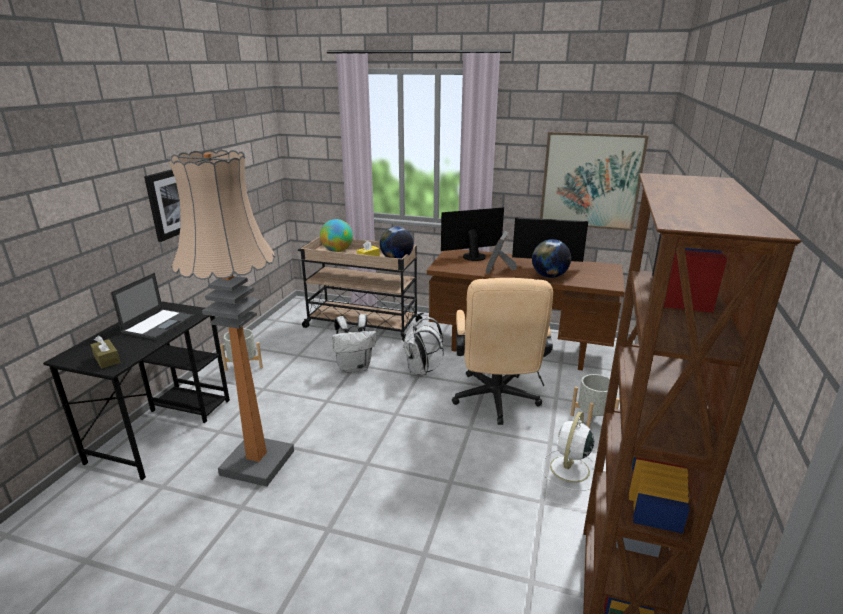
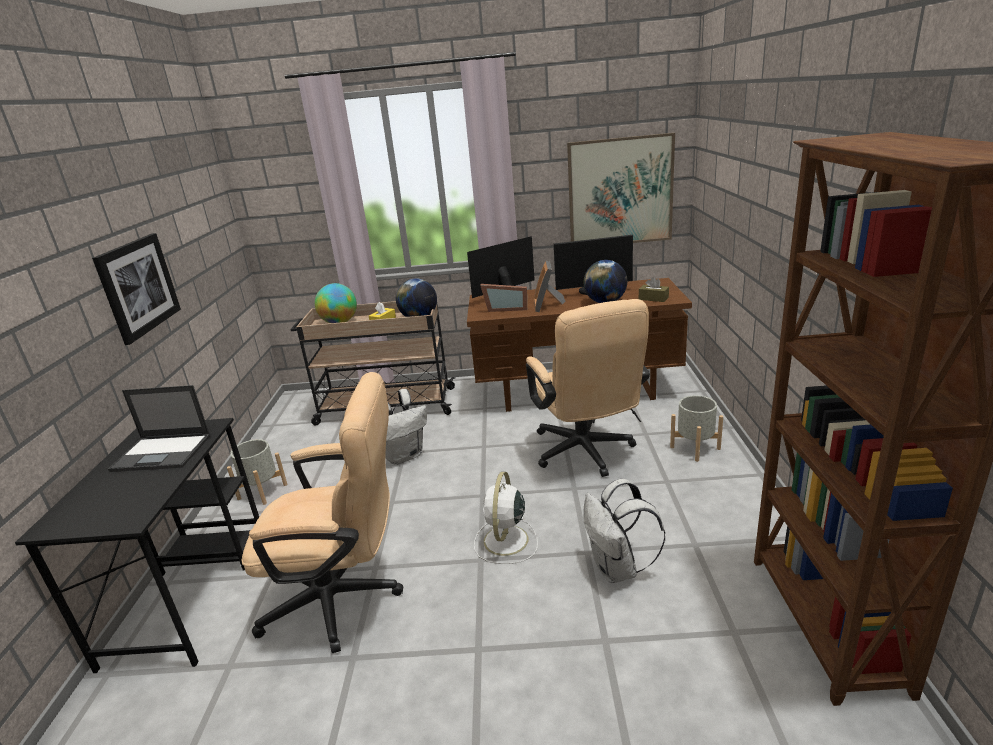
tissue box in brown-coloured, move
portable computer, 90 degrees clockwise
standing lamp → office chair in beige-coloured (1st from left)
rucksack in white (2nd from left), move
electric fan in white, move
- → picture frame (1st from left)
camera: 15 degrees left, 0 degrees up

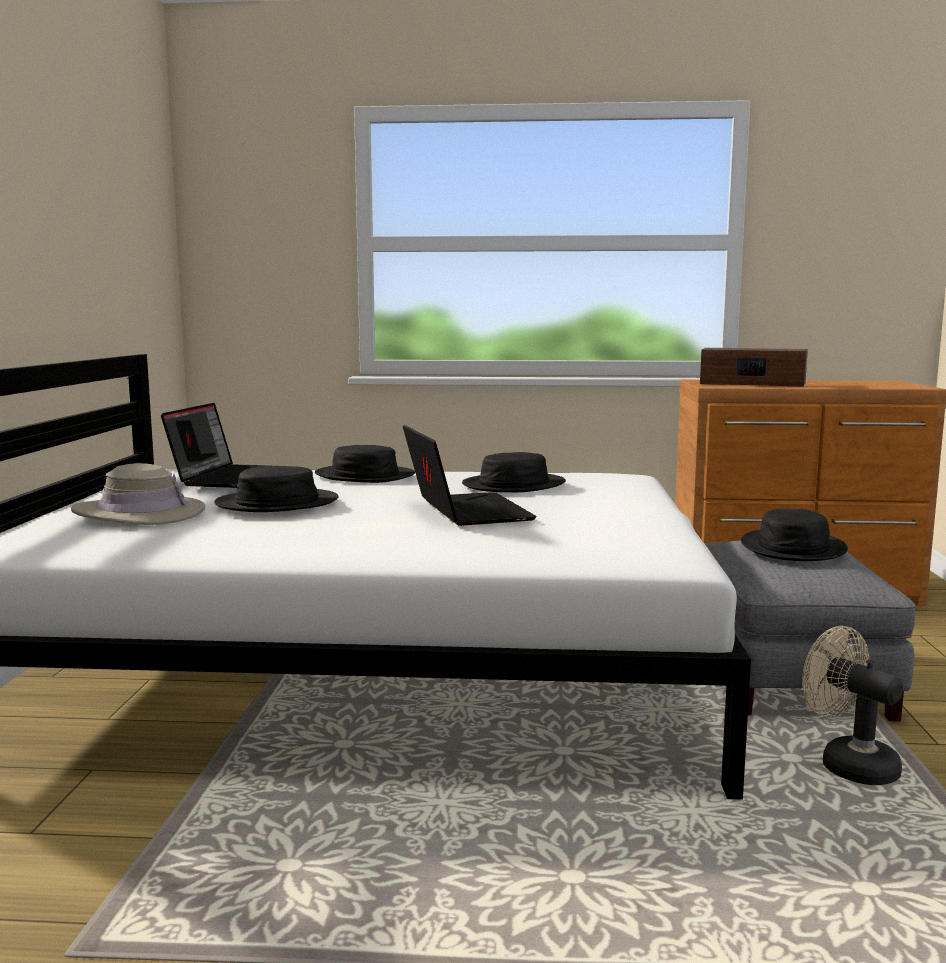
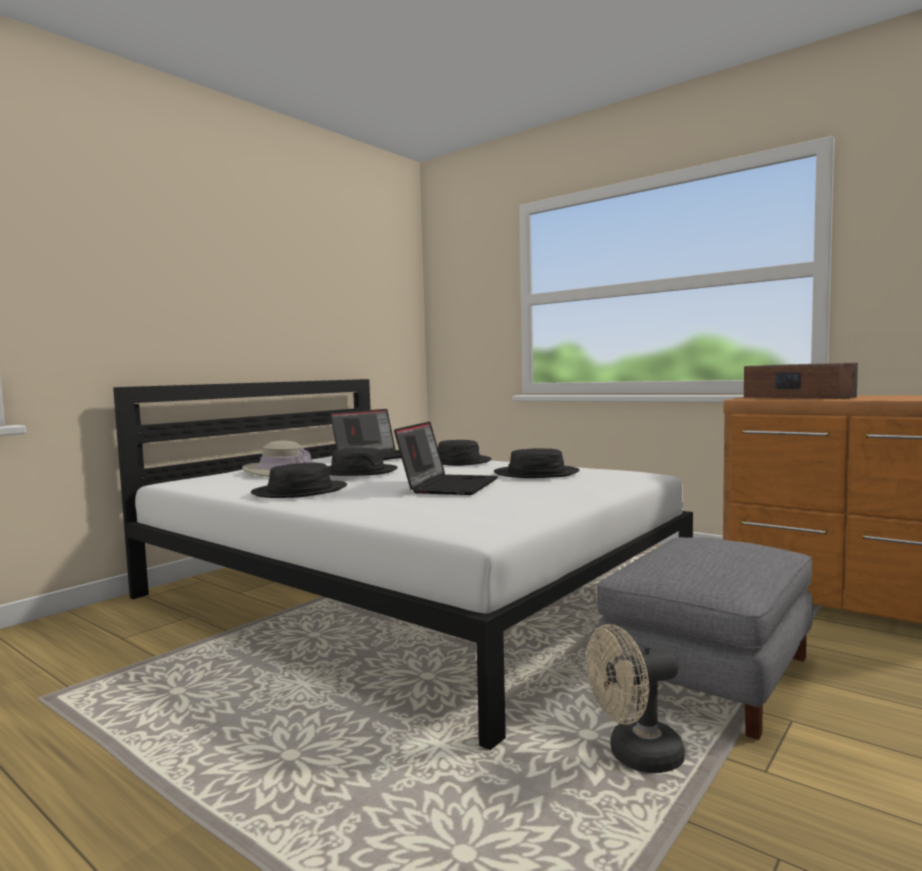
wearable hat in black-coloured (4th from left in the first image) → wearable hat in black-coloured (1st from left), move
electric fan in beige-coloured, 105 degrees counterclockwise
camera: 35 degrees right, 5 degrees down

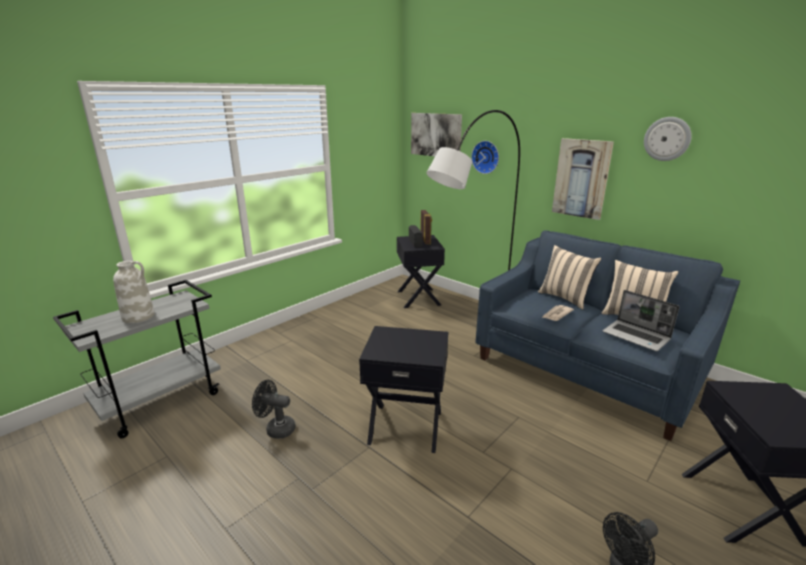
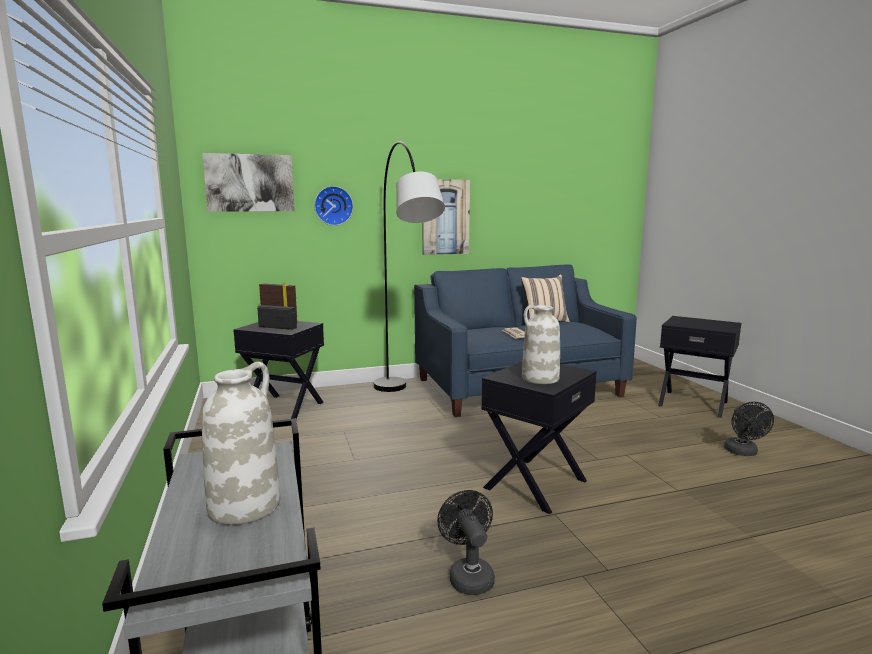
electric fan in black-coloured (1st from left), 120 degrees clockwise
cushion in beige-coloured (1st from left) → -
portable computer → -
clock on the wall (2nd from left) → -
- → flower vase in white (2nd from left)
camera: 60 degrees left, 10 degrees down

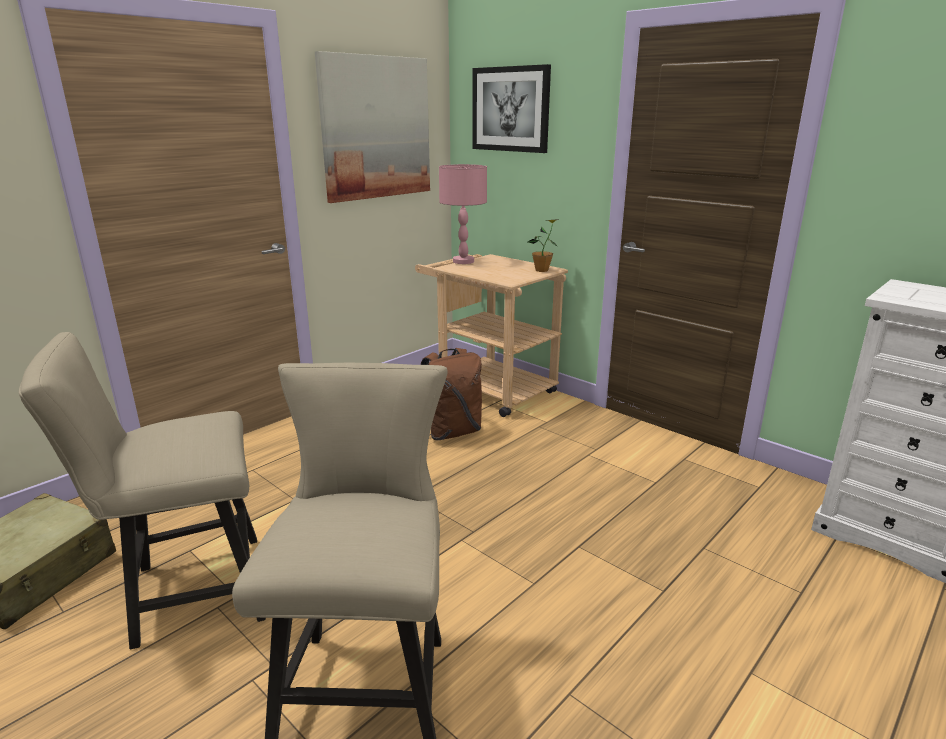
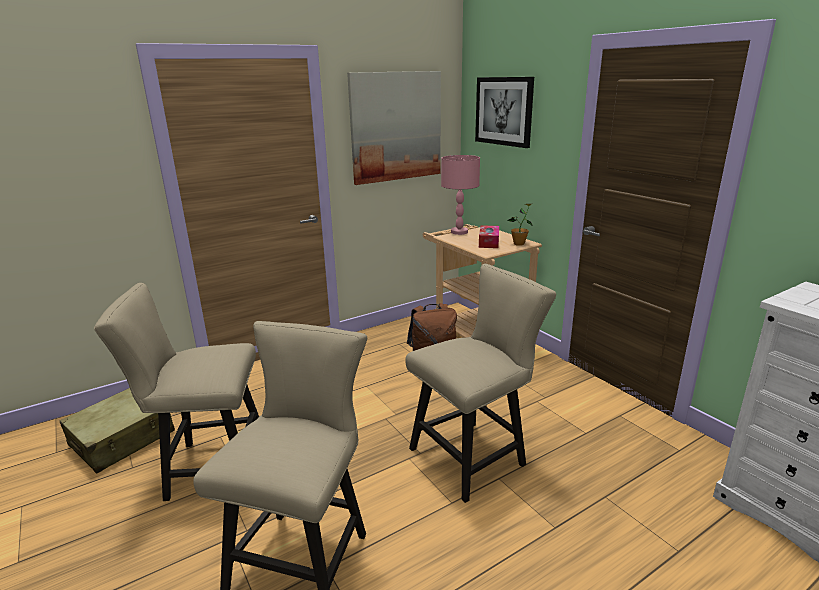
- → plain chair in beige-coloured (3rd from left)
- → tissue box
camera: 15 degrees right, 0 degrees up

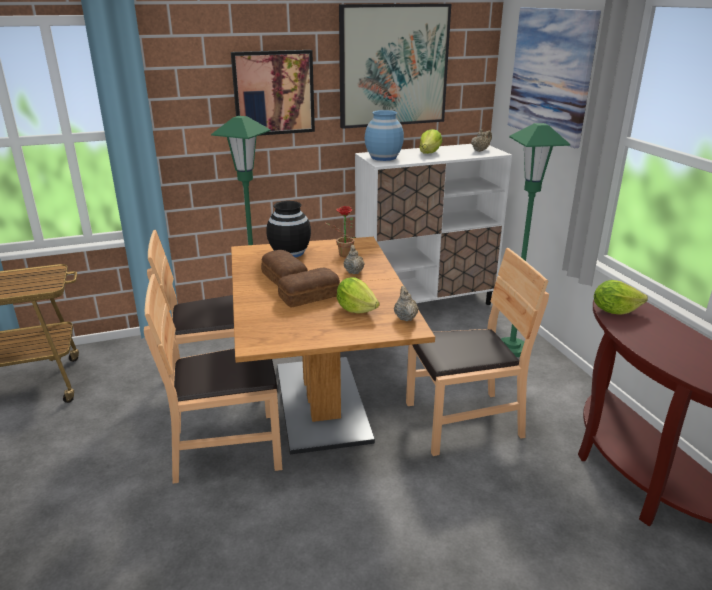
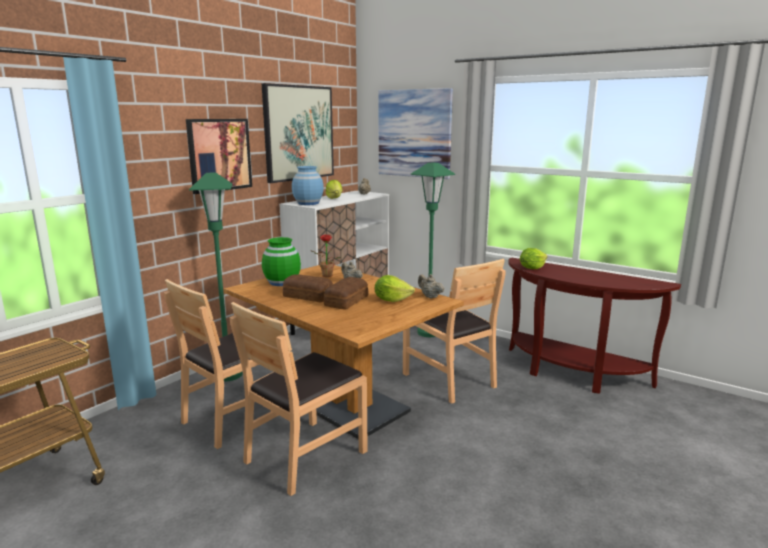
flower vase in black-coloured → flower vase in green-coloured
plain chair in brown-coloured (3rd from left), 105 degrees clockwise
camera: 35 degrees left, 10 degrees down

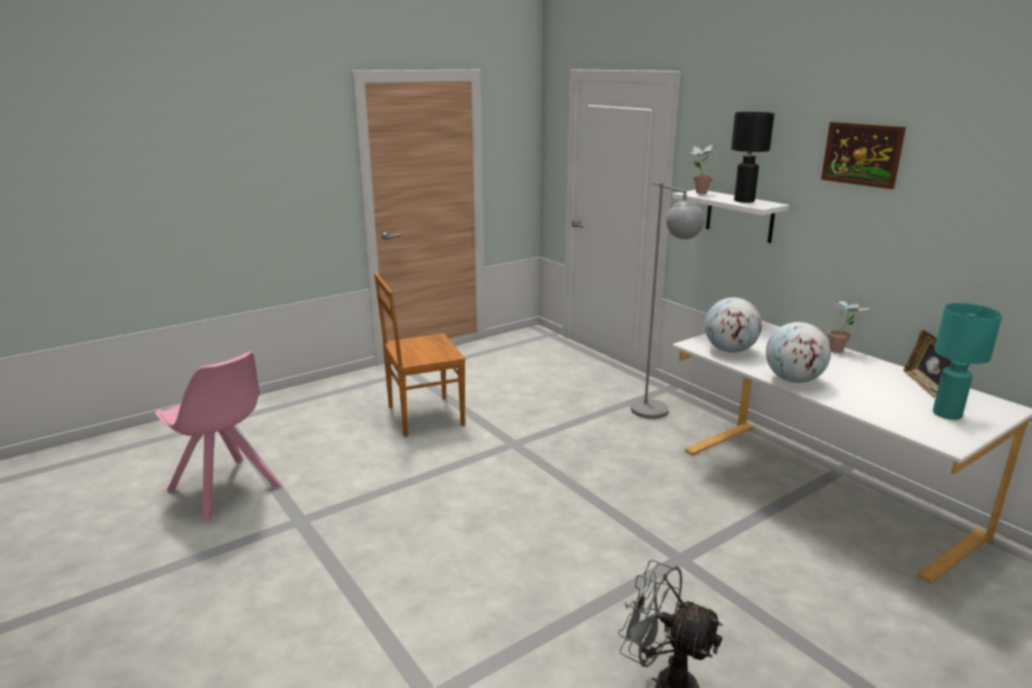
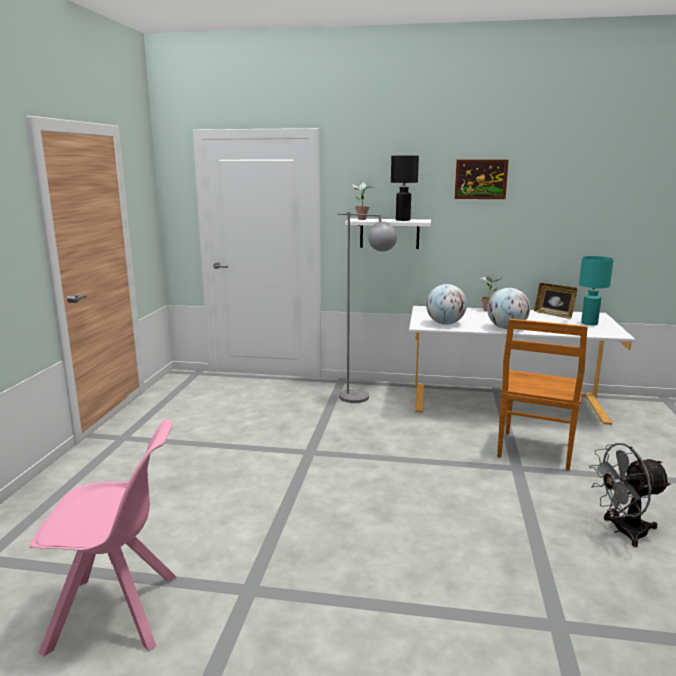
plain chair in brown-coloured, move
camera: 45 degrees left, 5 degrees down

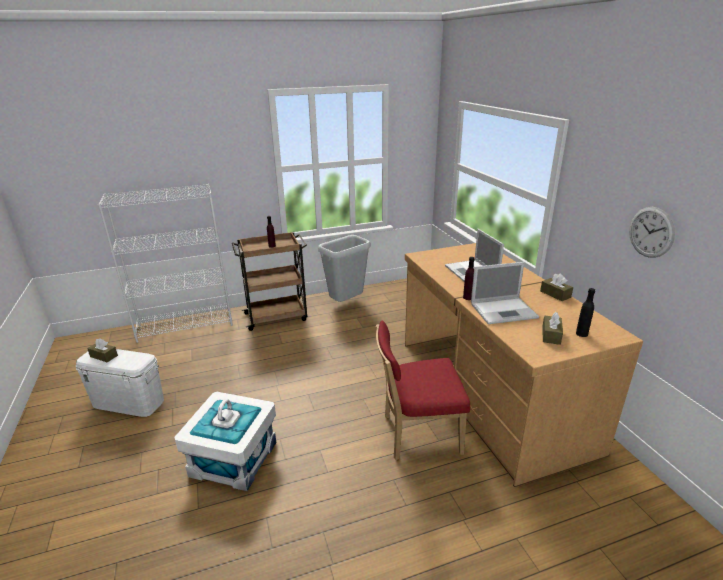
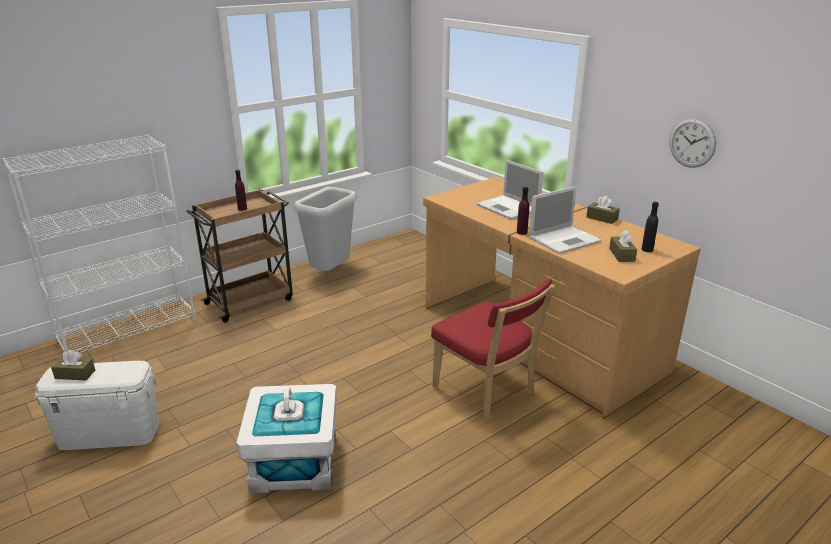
plain chair in red, 105 degrees counterclockwise
camera: 20 degrees left, 0 degrees up

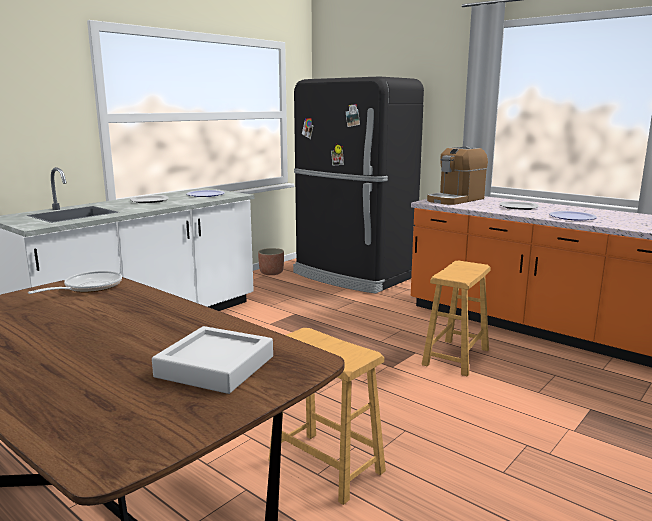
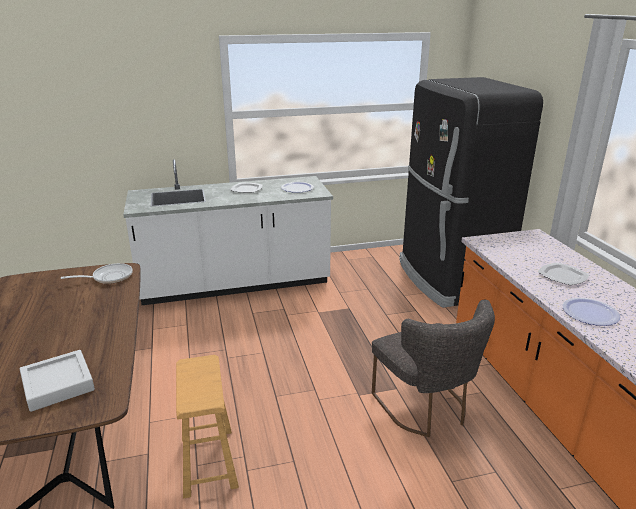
planter → -
stool seat in brown-coloured (2nd from left) → plain chair in gray
coffee brewer → -
camera: 35 degrees right, 10 degrees up

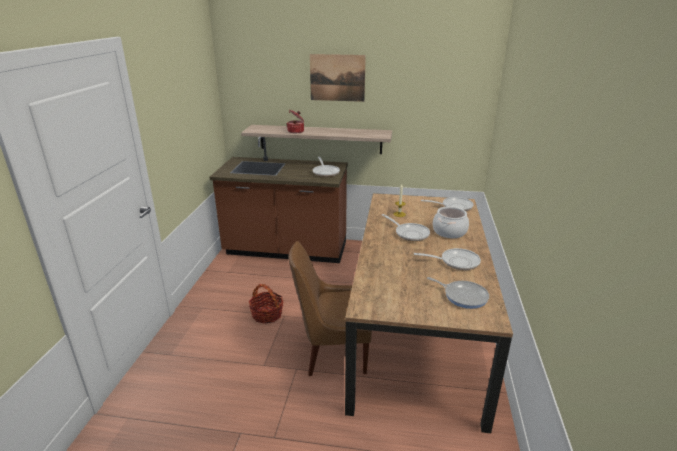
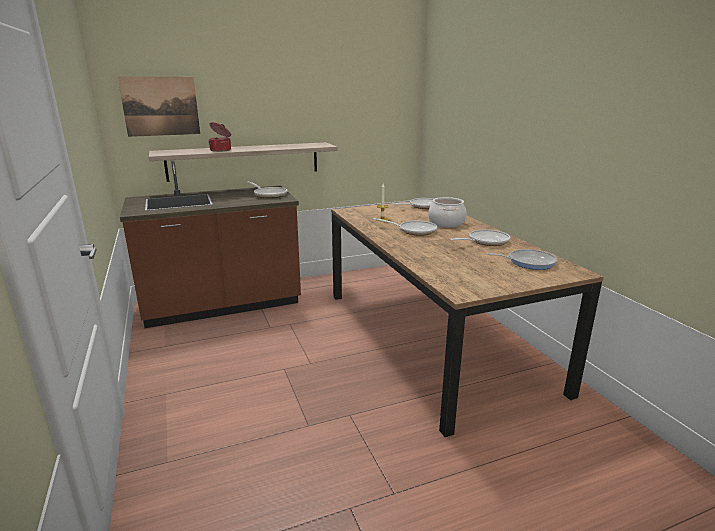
basket → -
plain chair in brown-coloured → -
picture, move
camera: 30 degrees left, 5 degrees down

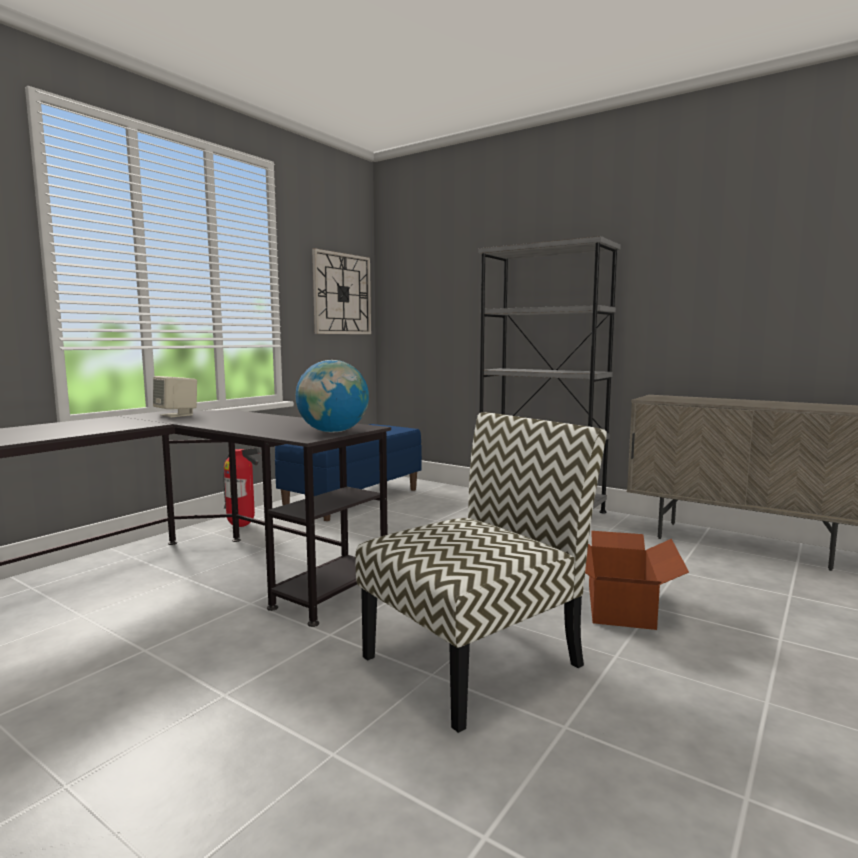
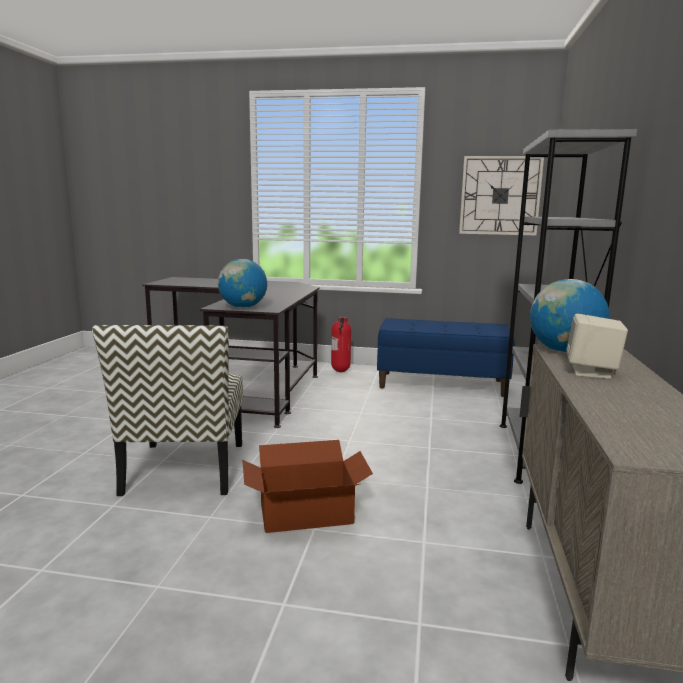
speaker in beige-coloured, move
plain chair, 60 degrees clockwise
- → globe (2nd from left)
camera: 65 degrees right, 5 degrees up

